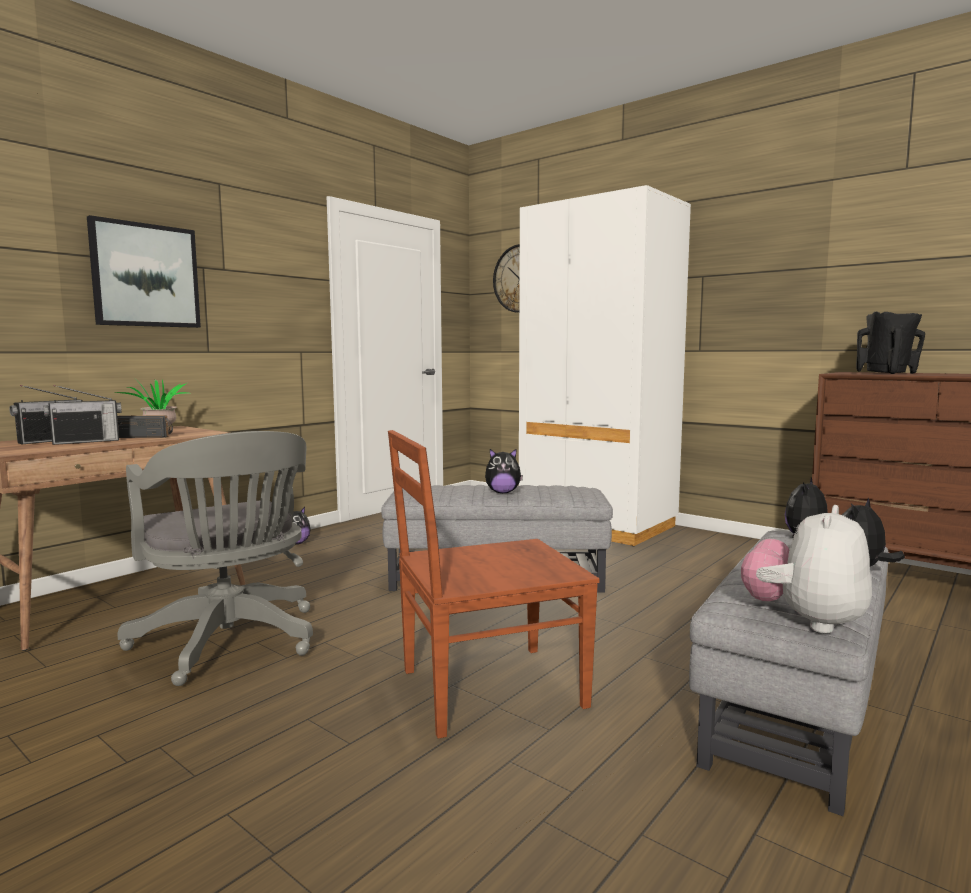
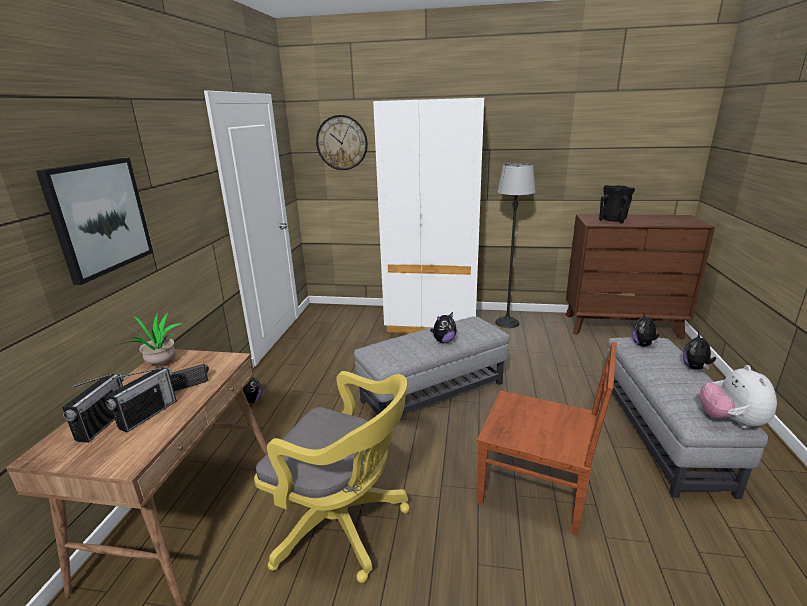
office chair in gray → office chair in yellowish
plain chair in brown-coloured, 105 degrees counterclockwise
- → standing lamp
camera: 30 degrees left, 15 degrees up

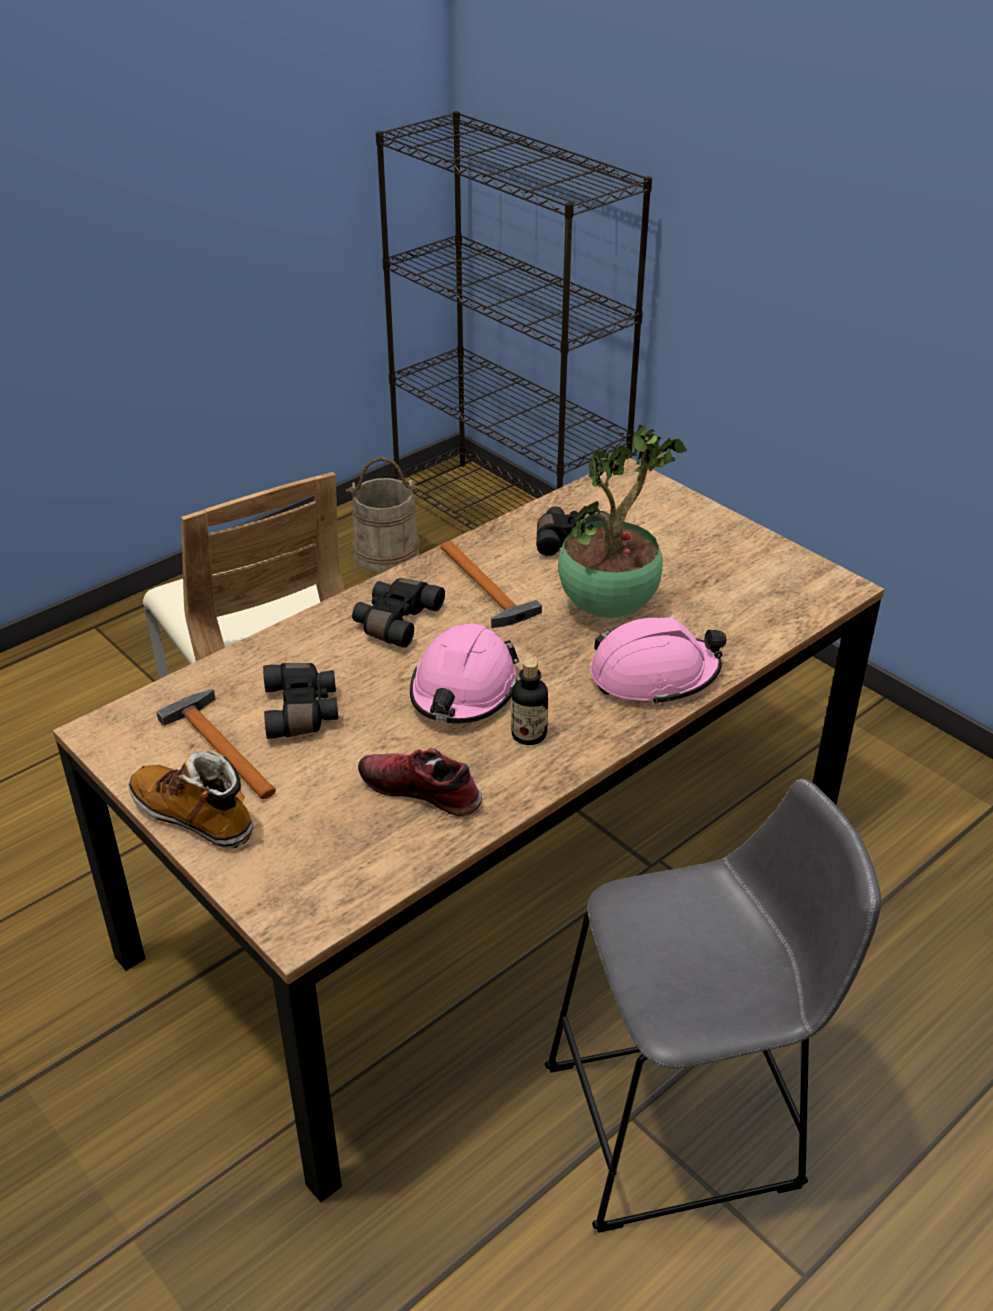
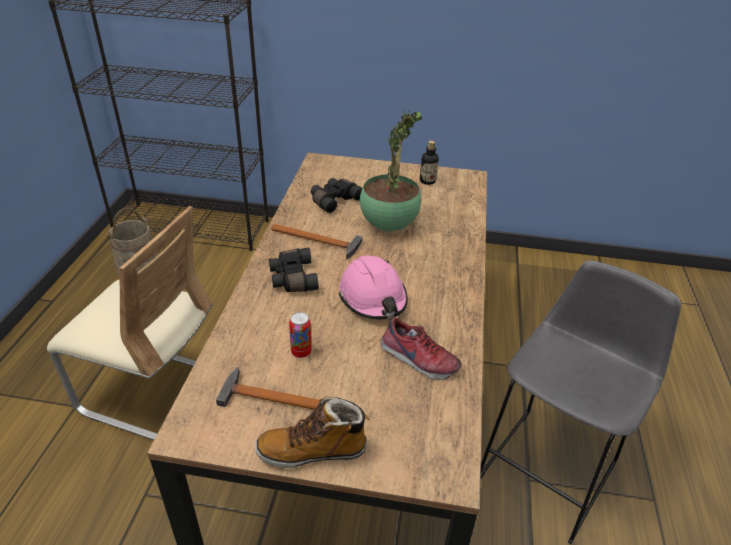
field glasses in black-coloured (1st from left) → metal can
low shoe, 135 degrees counterclockwise
bottle, move
hard hat in pinkish (2nd from left) → -
camera: 40 degrees left, 0 degrees up

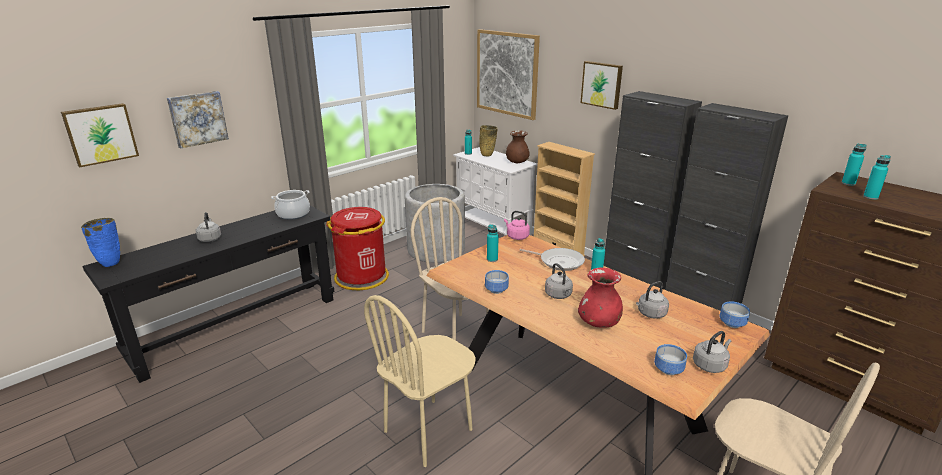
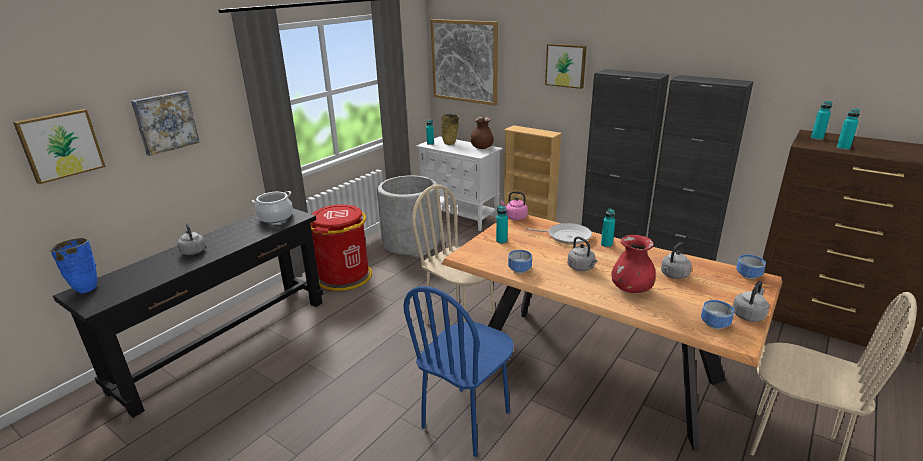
plain chair in beige-coloured (1st from left) → plain chair in blue
camera: 10 degrees left, 0 degrees up

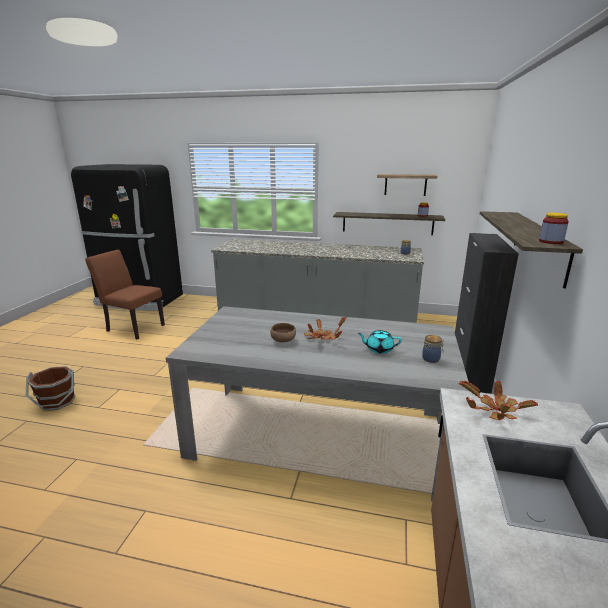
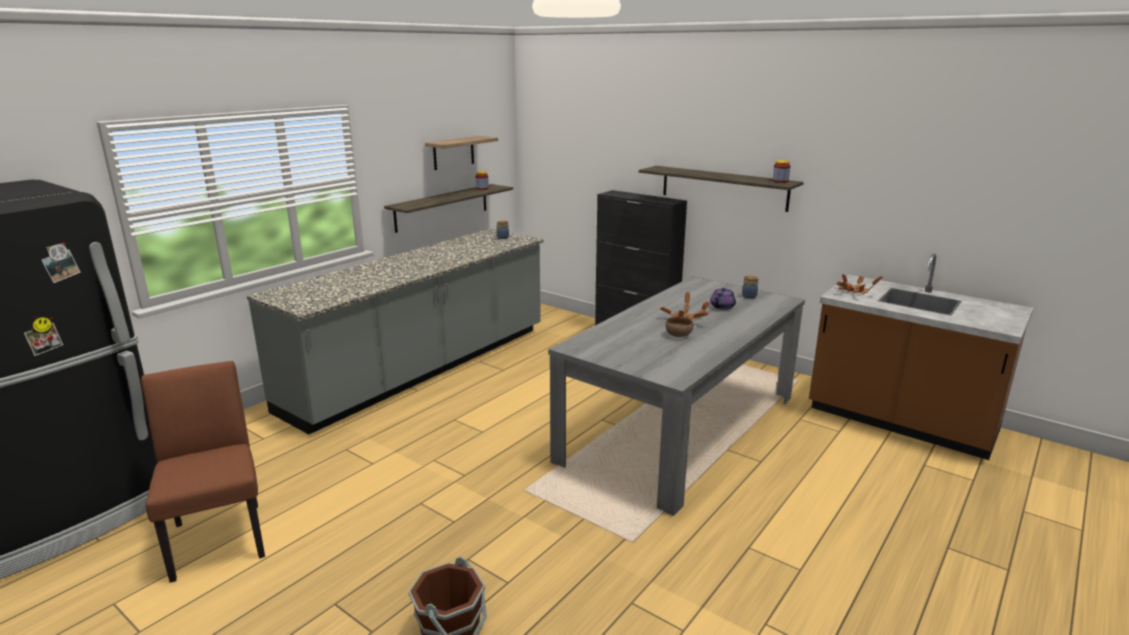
plain chair in brown-coloured, 105 degrees clockwise
tea pot in blue-green → tea pot in purplish
camera: 65 degrees left, 0 degrees up

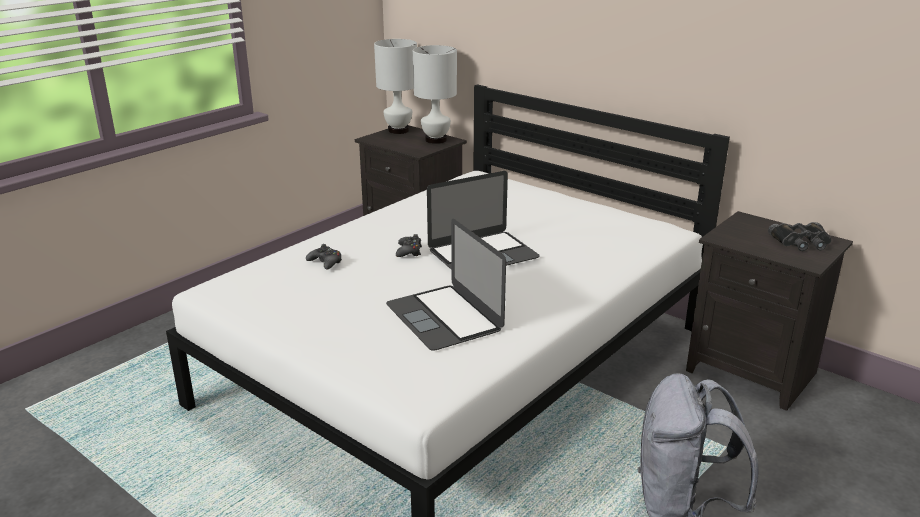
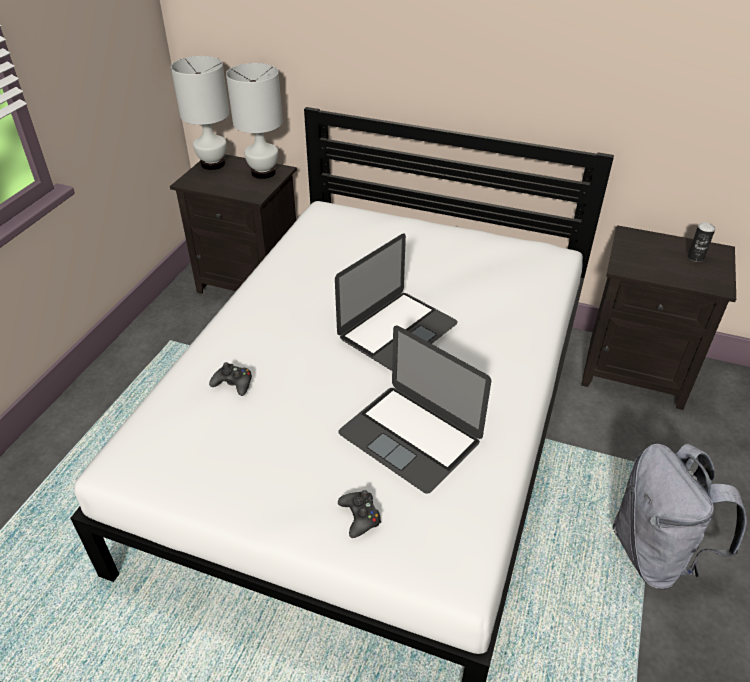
gamepad in black-coloured (2nd from left), move
field glasses in black-coloured → metal can
camera: 20 degrees left, 15 degrees up

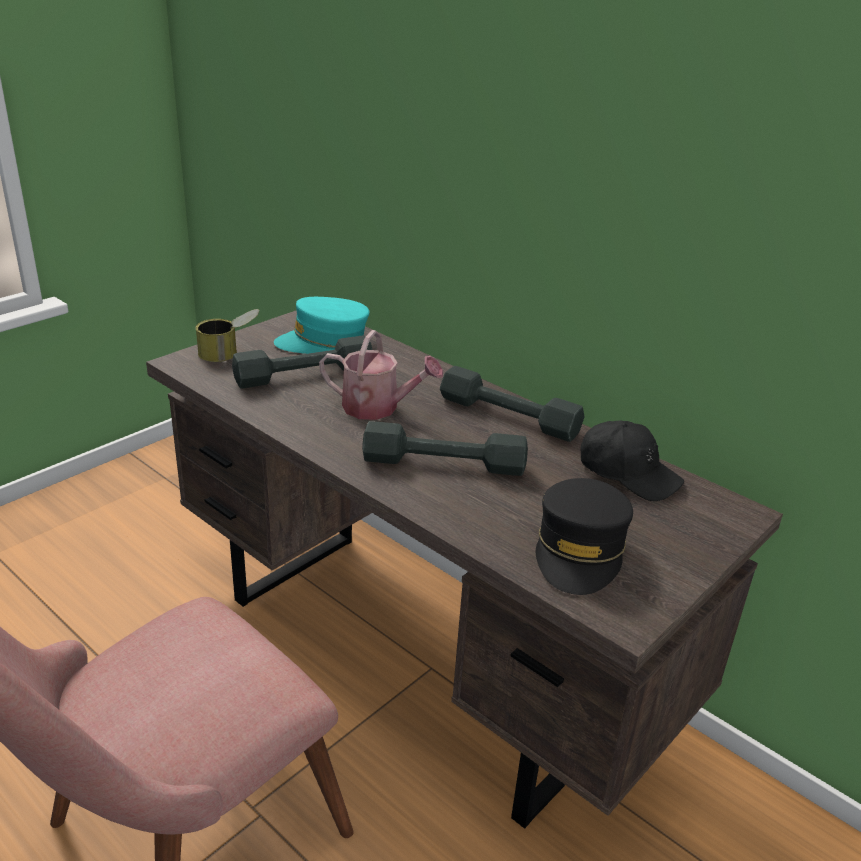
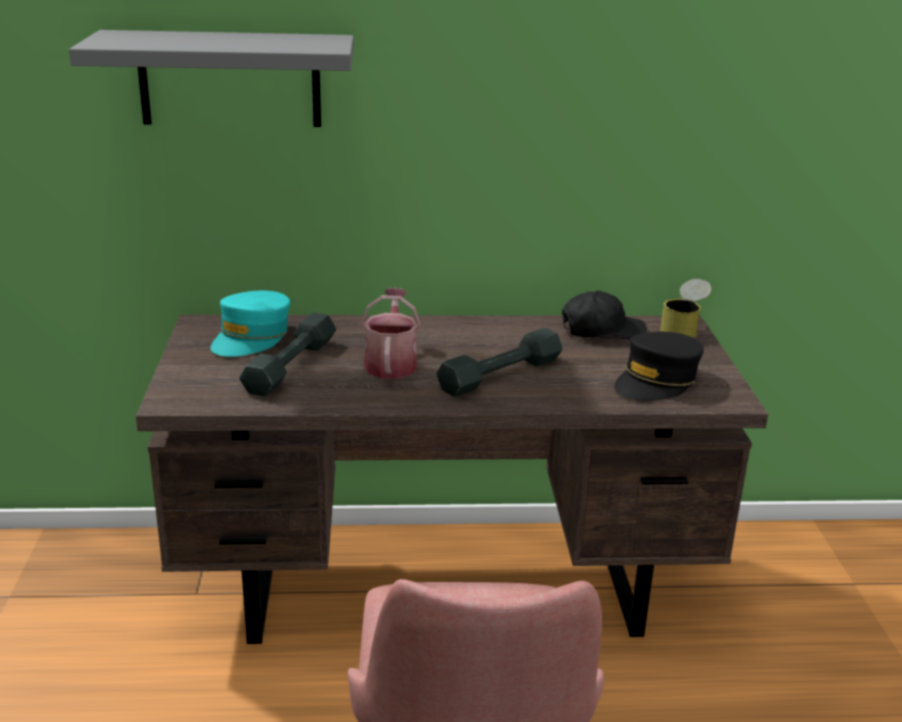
metal can, move
watering pot, 60 degrees counterclockwise
free weight in gray (3rd from left) → -
cap in black-coloured (1st from left in the first image) → cap in black-coloured (2nd from left), 75 degrees clockwise
- → shelf in gray
camera: 45 degrees left, 5 degrees down

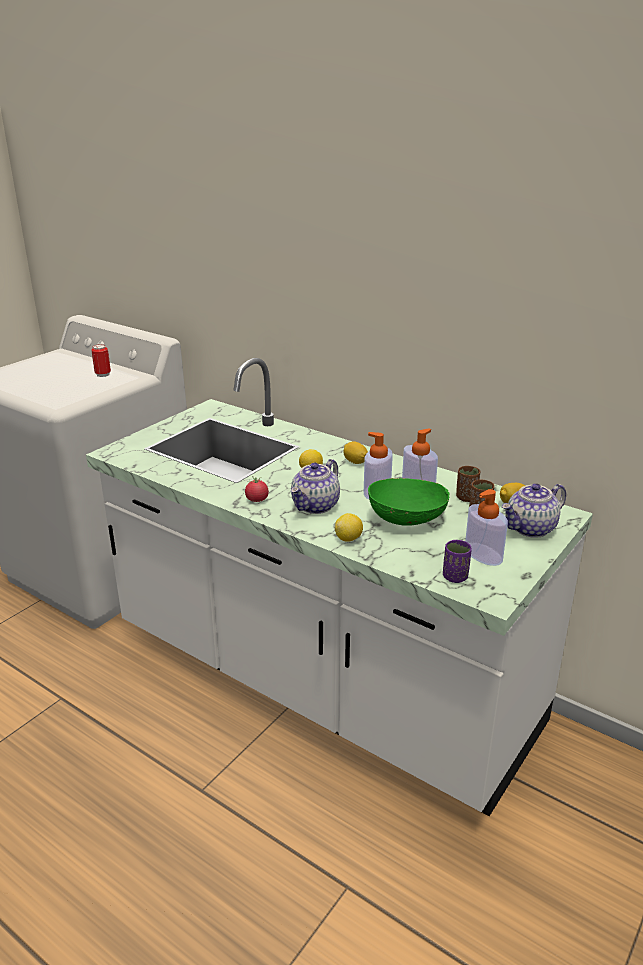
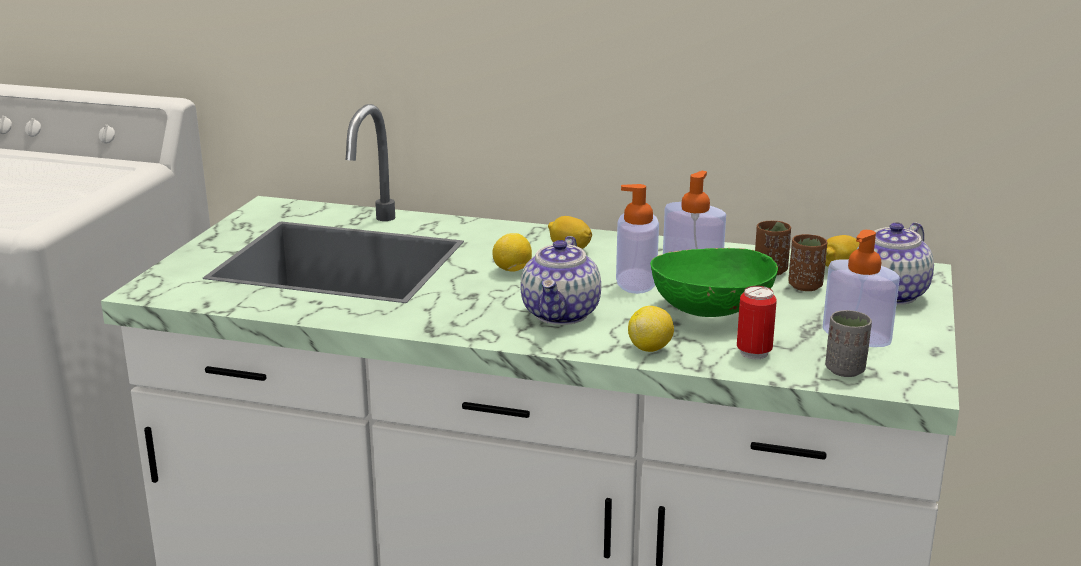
metal can, move
fresh tomato → -
cup in purplish → cup in gray
camera: 20 degrees left, 5 degrees down

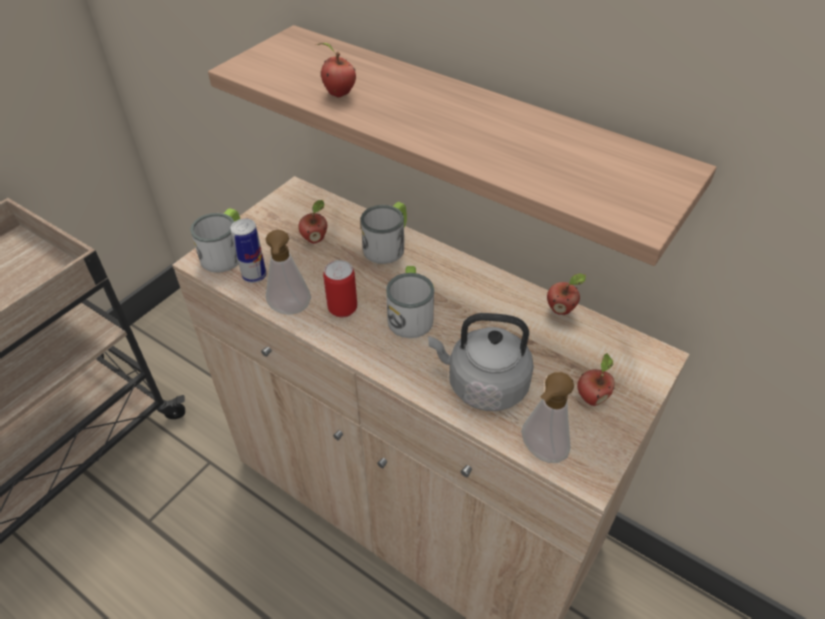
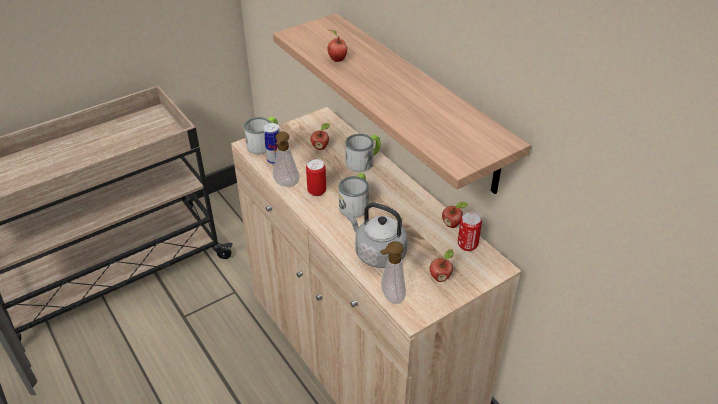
- → metal can (3rd from left)
camera: 20 degrees right, 5 degrees down

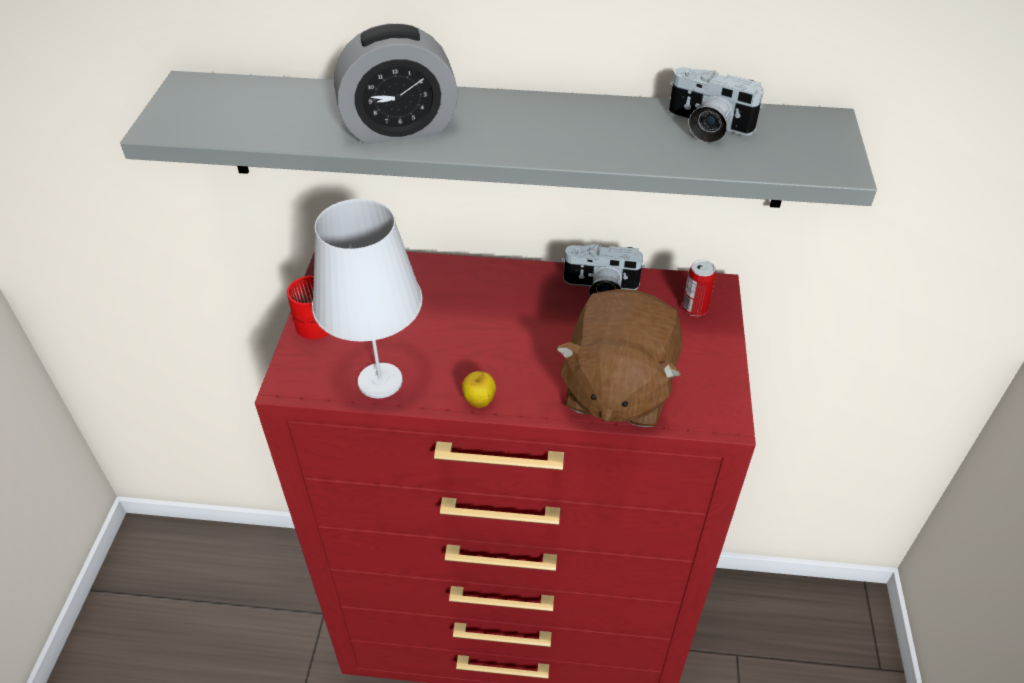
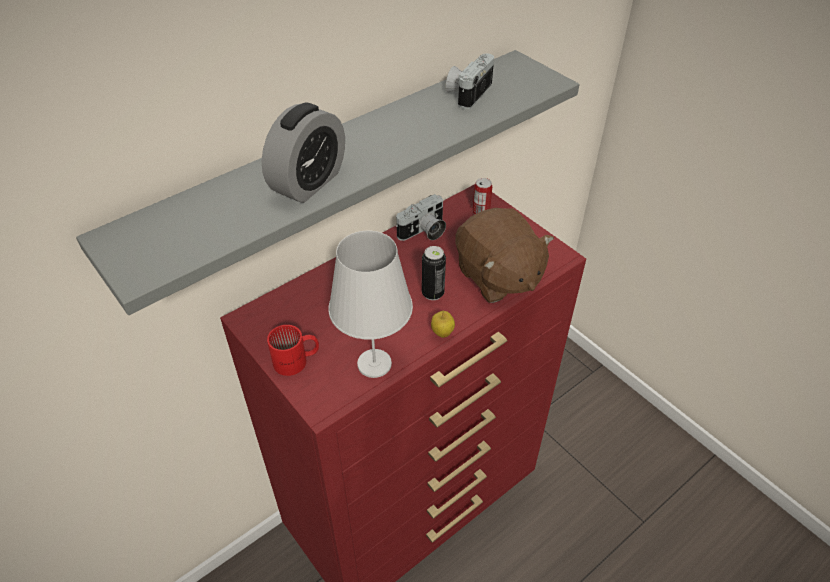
still camera (2nd from left), 135 degrees clockwise
- → metal can (1st from left)
camera: 45 degrees left, 0 degrees up

